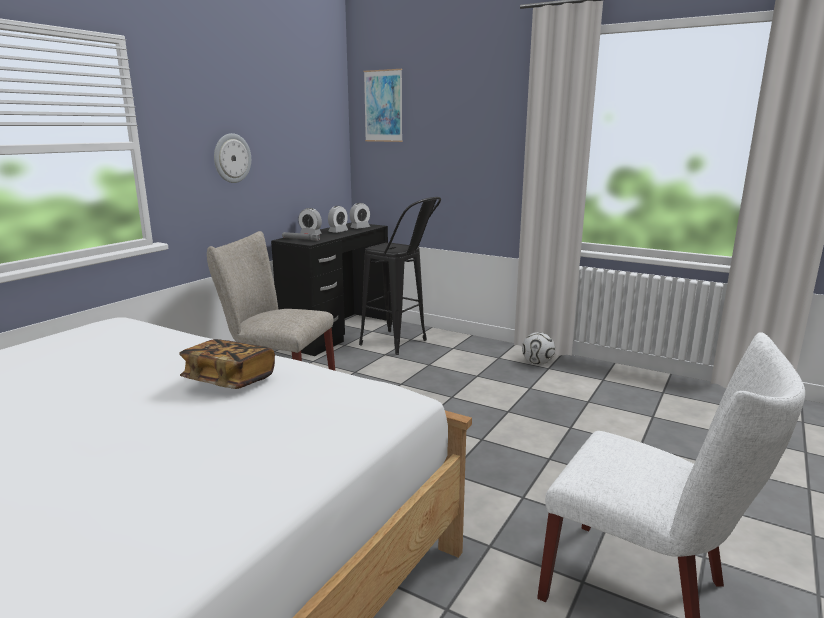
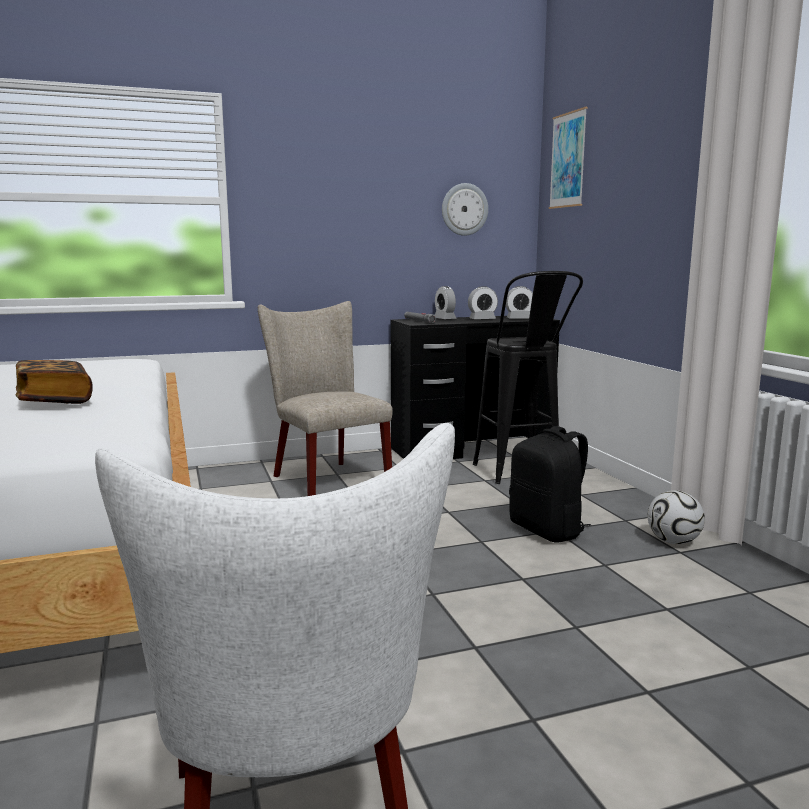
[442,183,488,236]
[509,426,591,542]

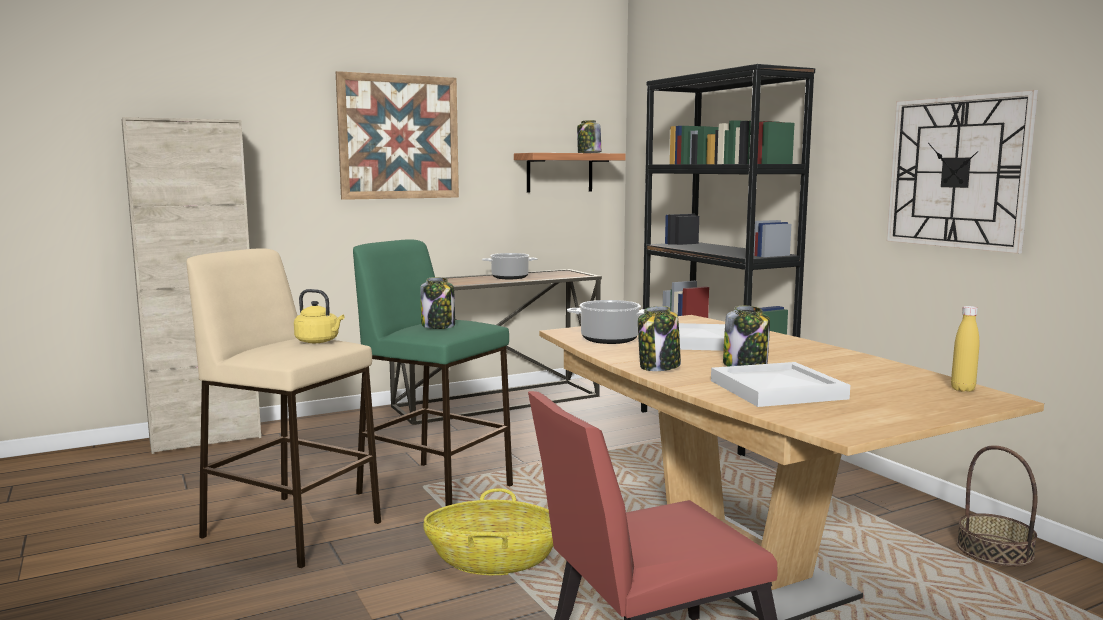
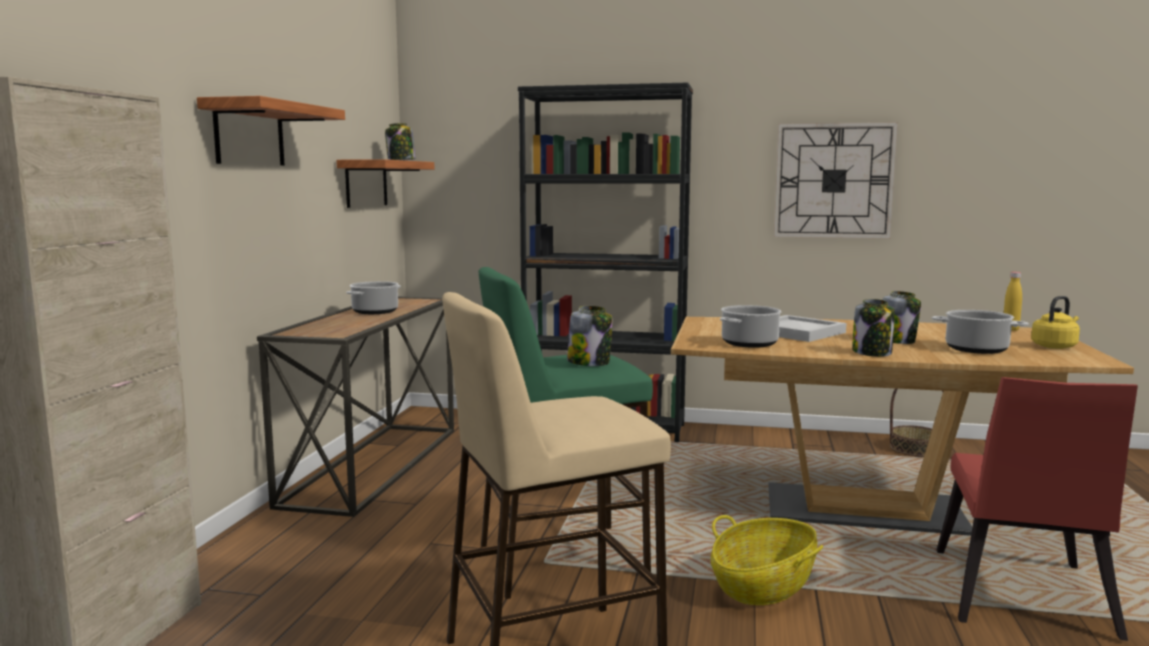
[1031,296,1080,349]
[197,96,345,166]
[931,310,1029,354]

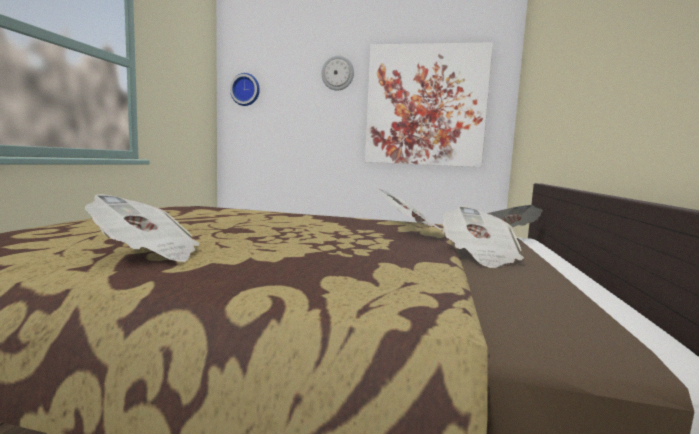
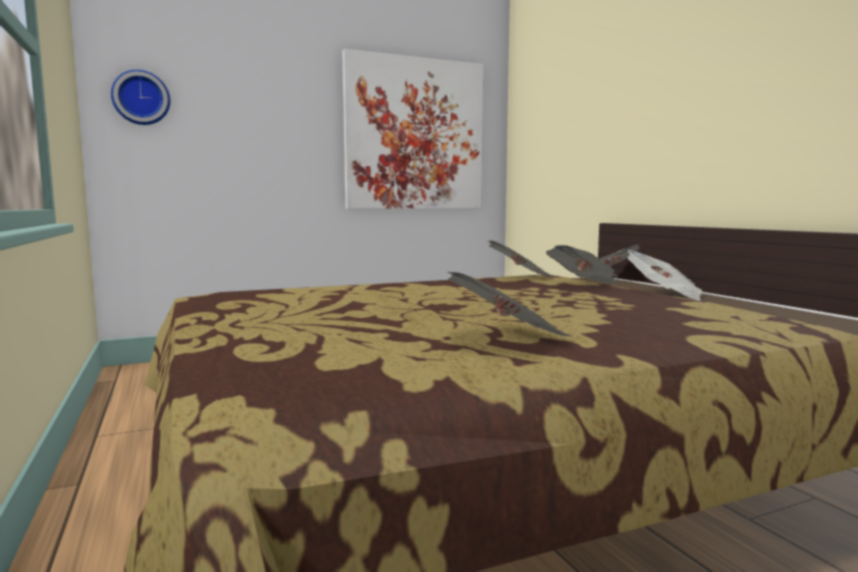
[321,55,354,91] (first image)

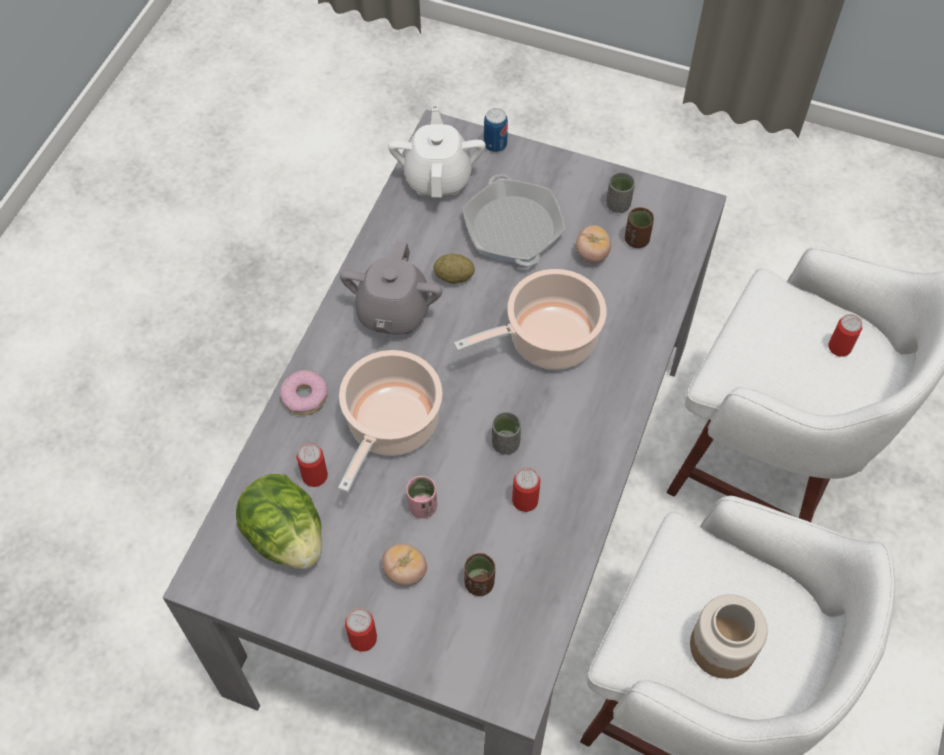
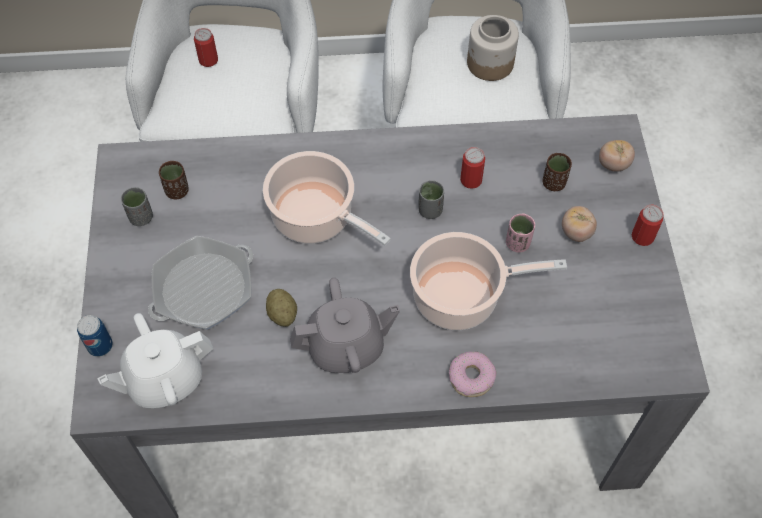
[236,474,322,569] (first image)
[297,443,328,487] (first image)
[599,140,635,172]

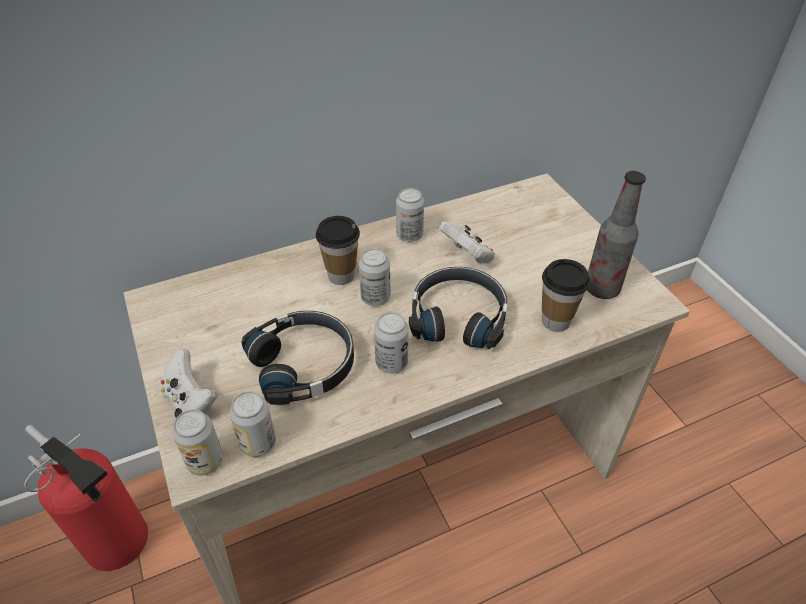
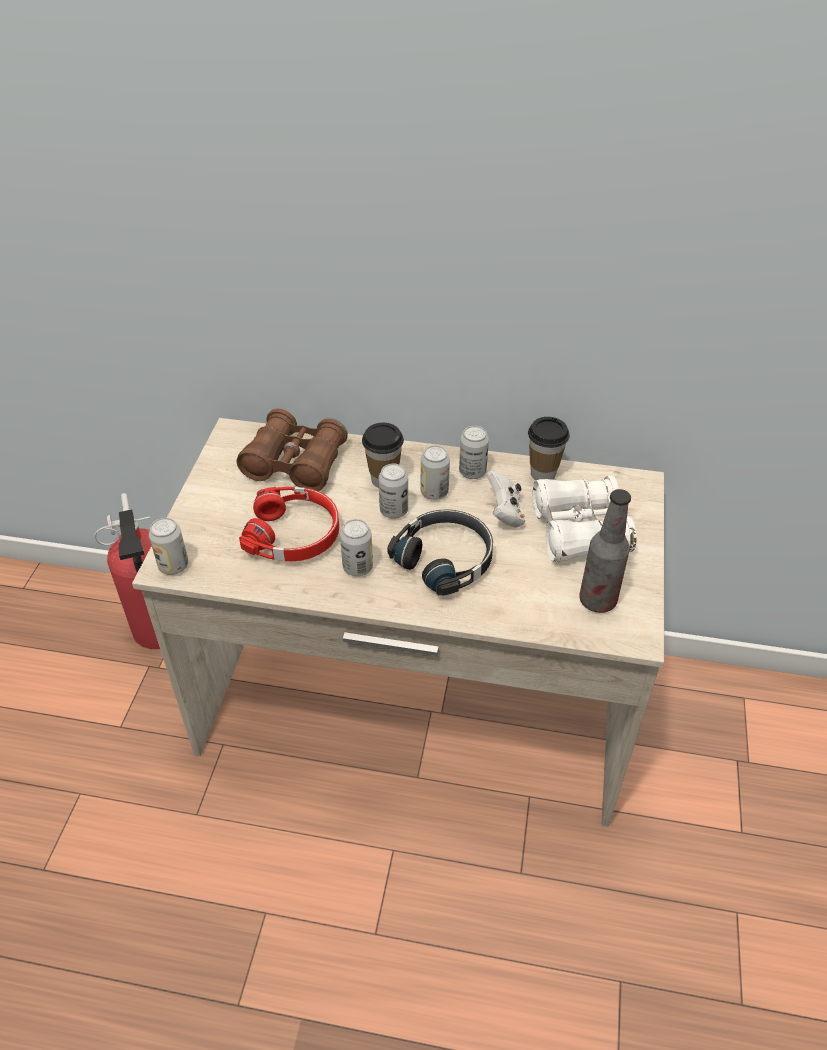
[159,349,218,418] (first image)
[421,445,450,500]
[239,487,339,561]
[528,417,569,480]
[237,409,348,491]
[533,475,636,562]

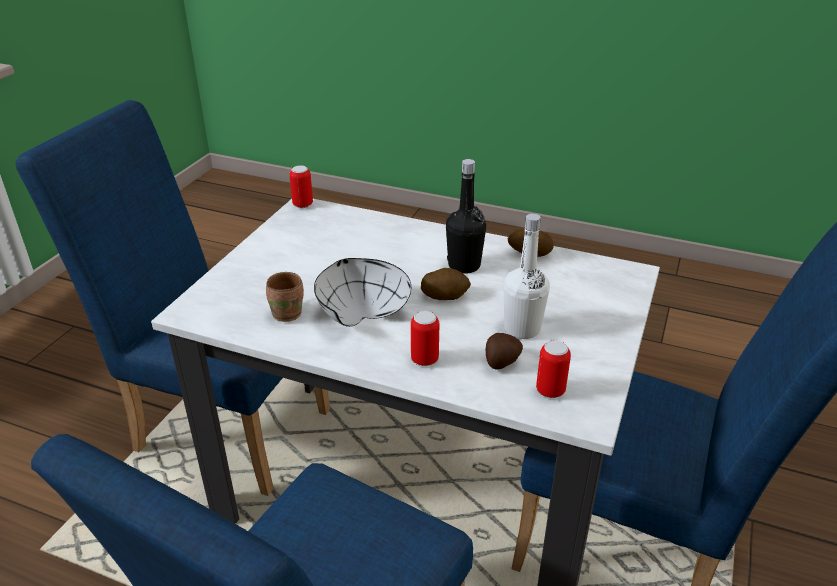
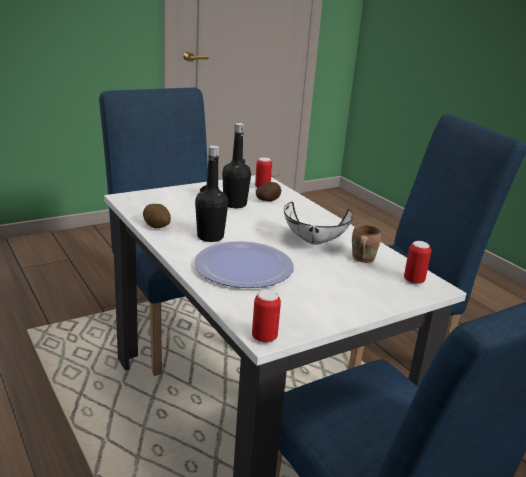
[404,241,431,284]
[421,268,471,300] (first image)
[222,123,251,208]
[194,241,294,288]

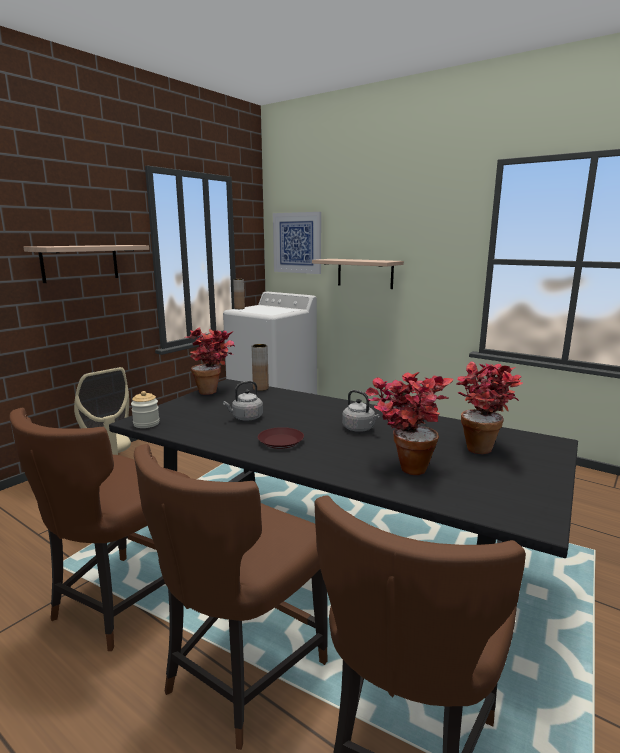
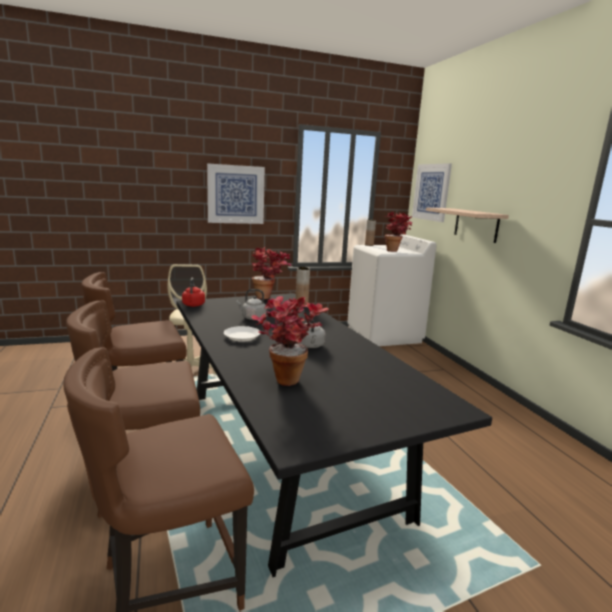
[207,163,265,224]
[182,277,205,307]
[224,326,261,342]
[384,211,412,252]

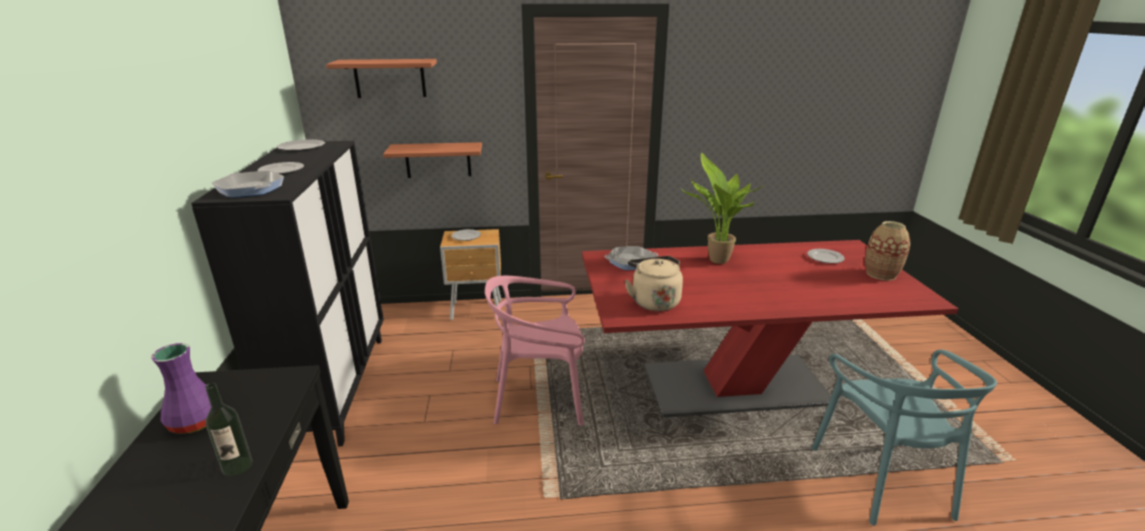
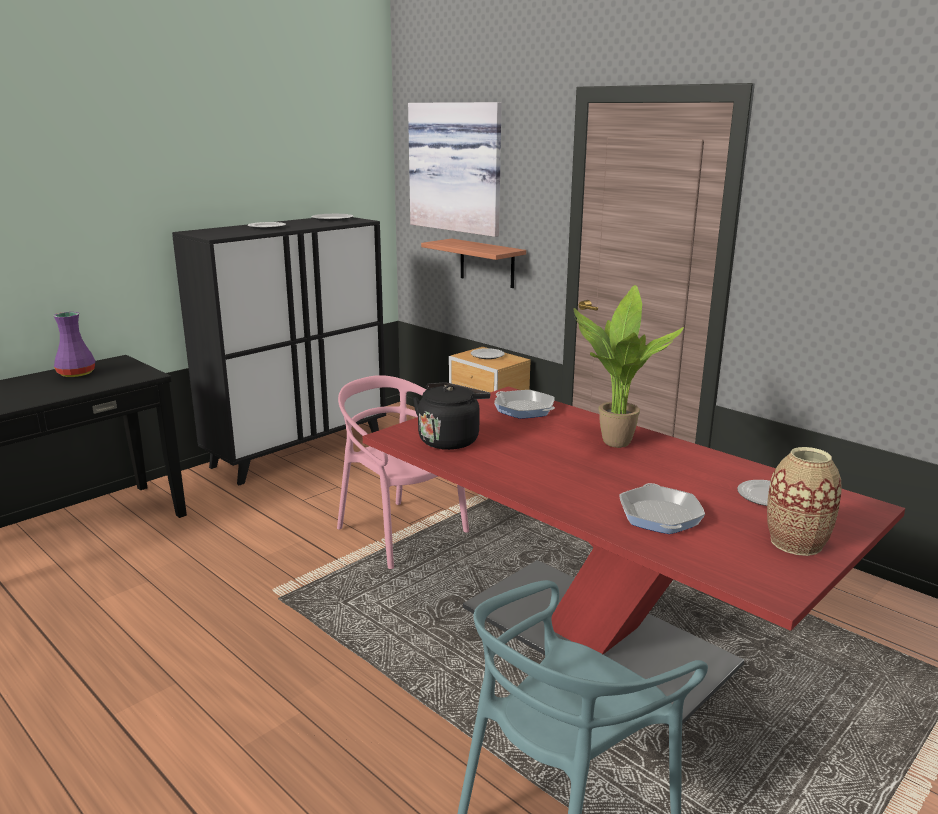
[205,383,253,477] (first image)
[619,483,705,534]
[408,102,502,237]
[413,382,490,450]

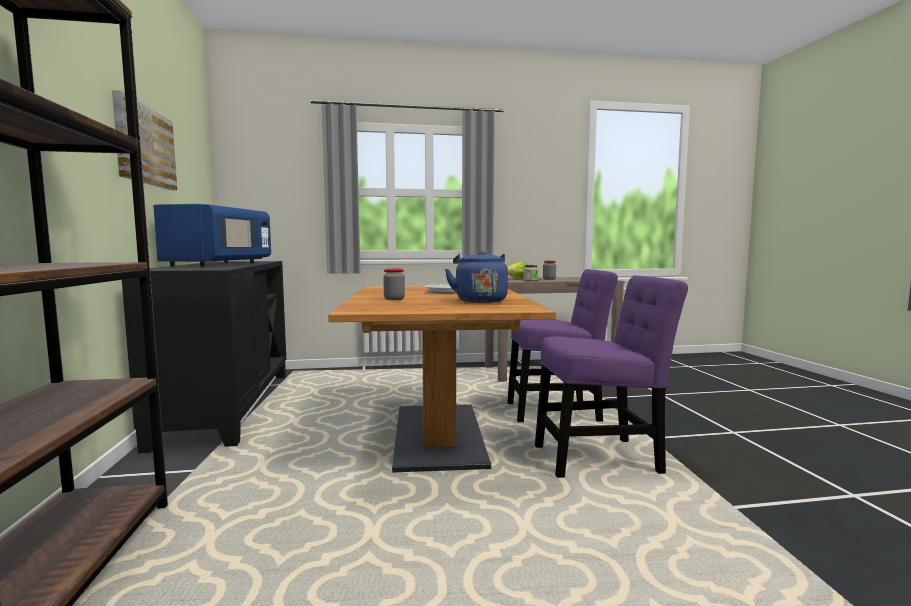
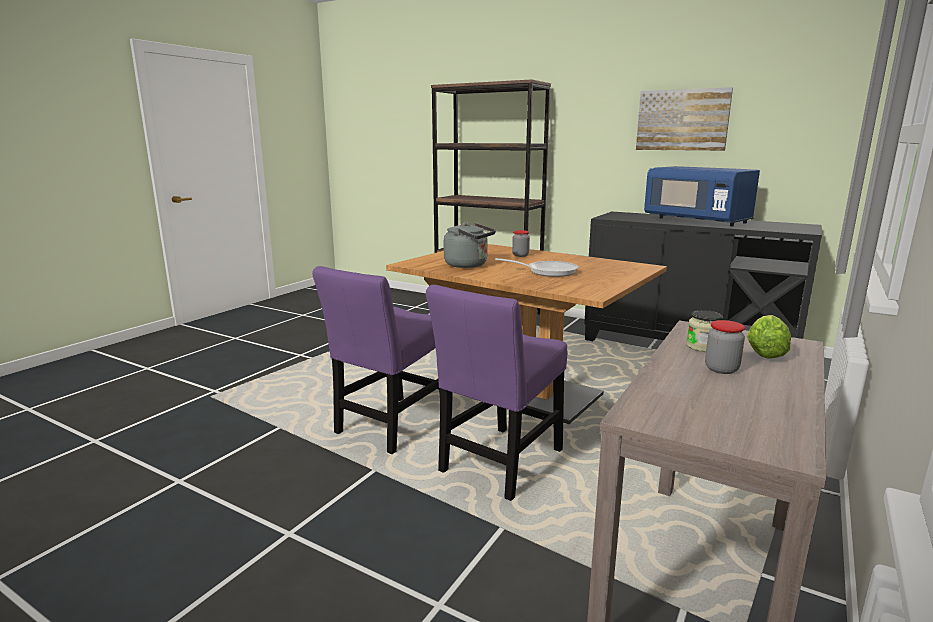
[444,222,496,268]

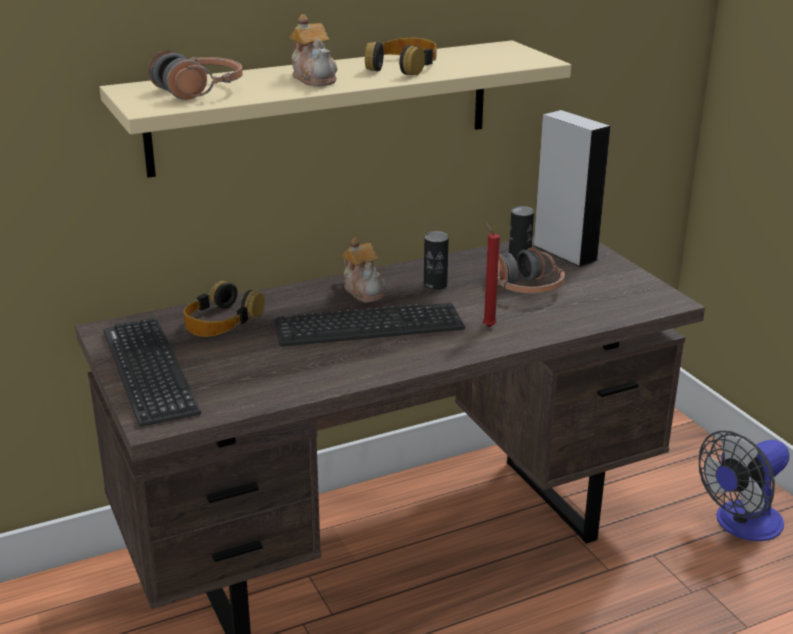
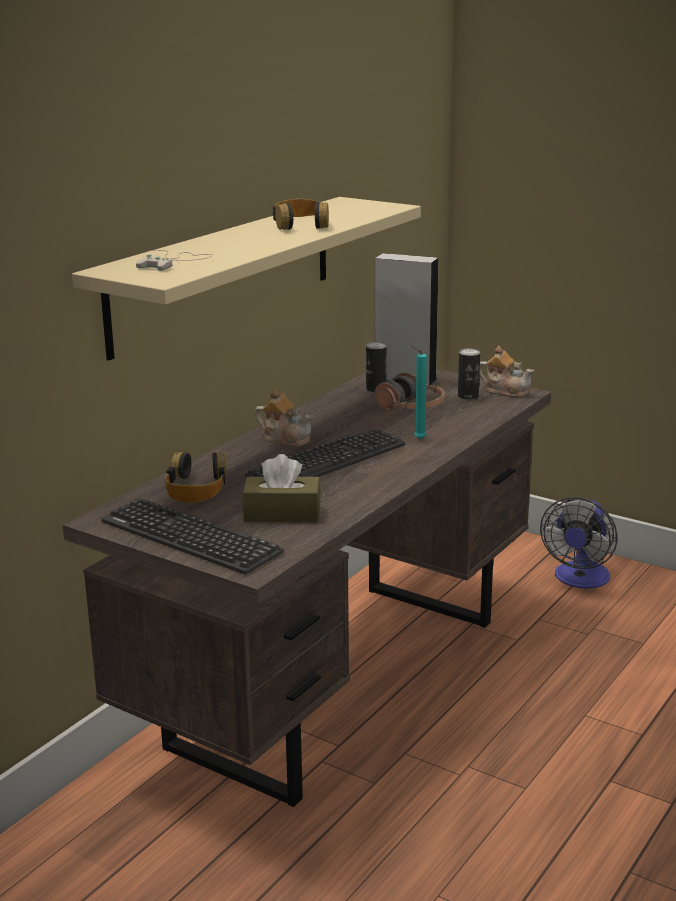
[136,250,213,271]
[480,346,534,397]
[458,348,480,400]
[411,345,427,439]
[242,454,321,523]

